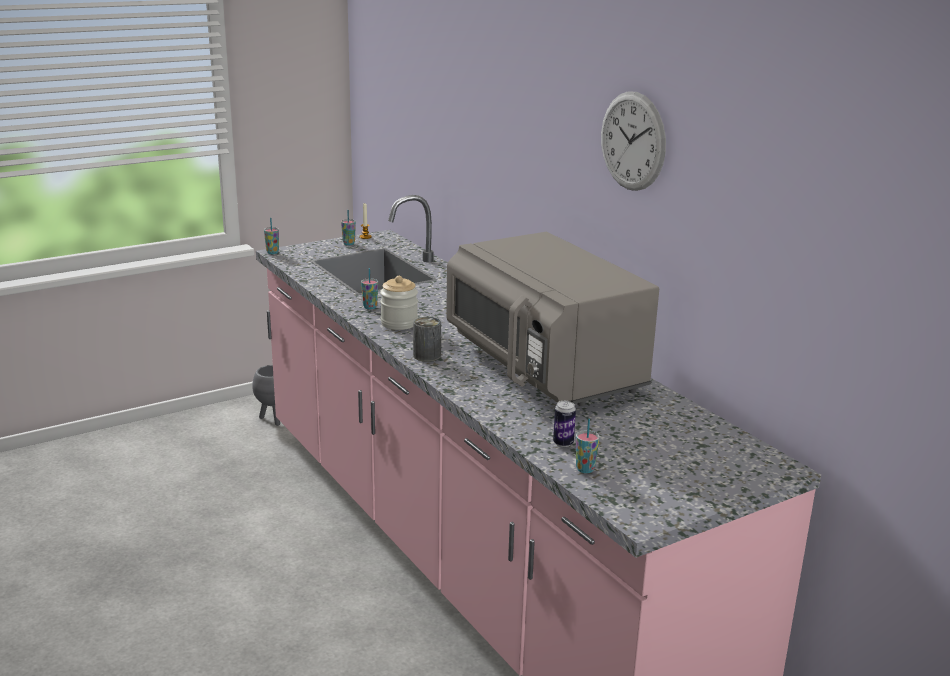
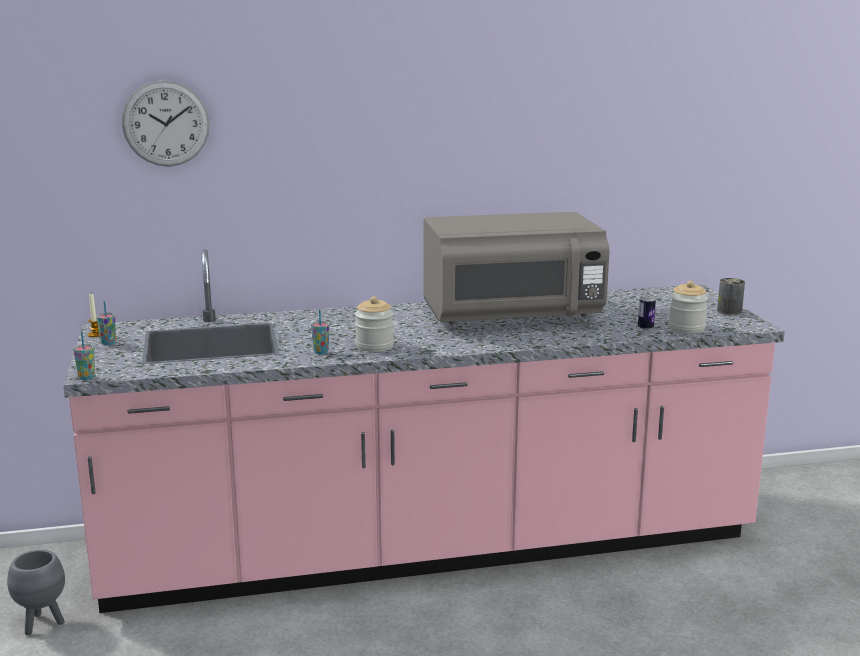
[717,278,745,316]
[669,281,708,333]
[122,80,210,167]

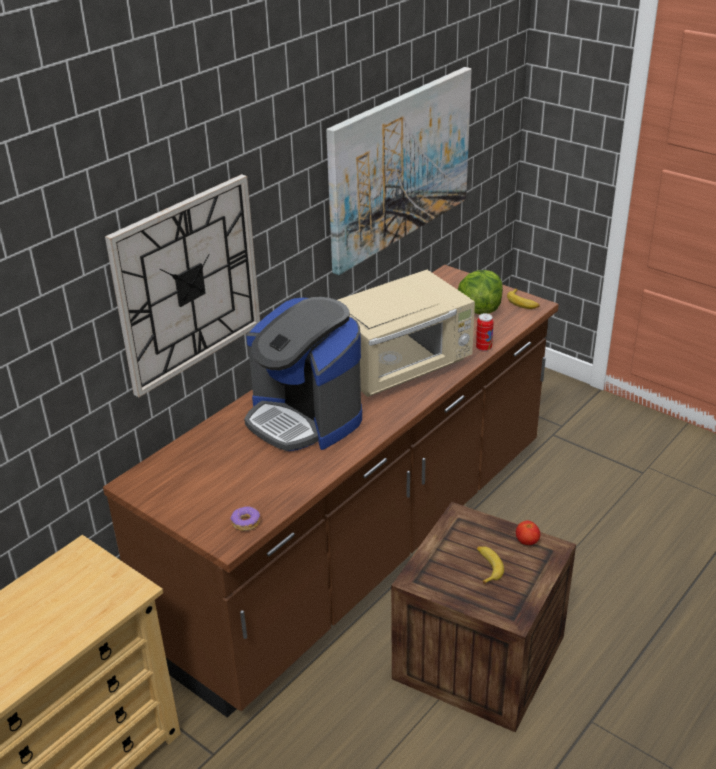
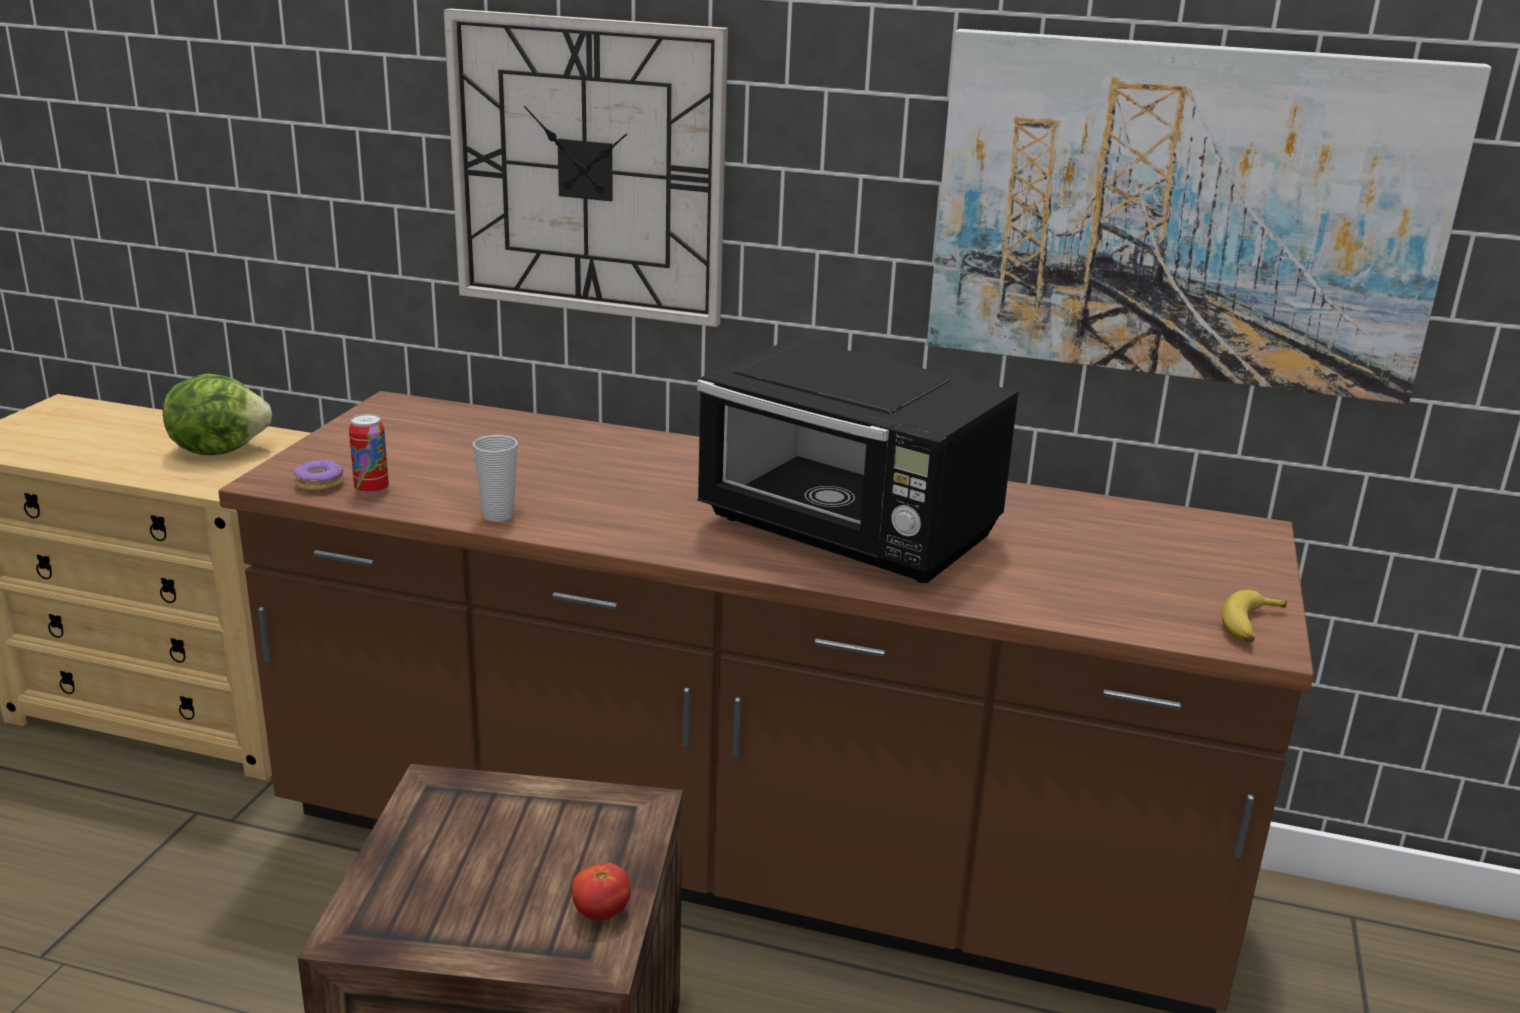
[244,297,362,451] (first image)
[697,337,1018,583]
[163,373,272,455]
[349,414,389,496]
[477,546,504,584] (first image)
[473,435,517,522]

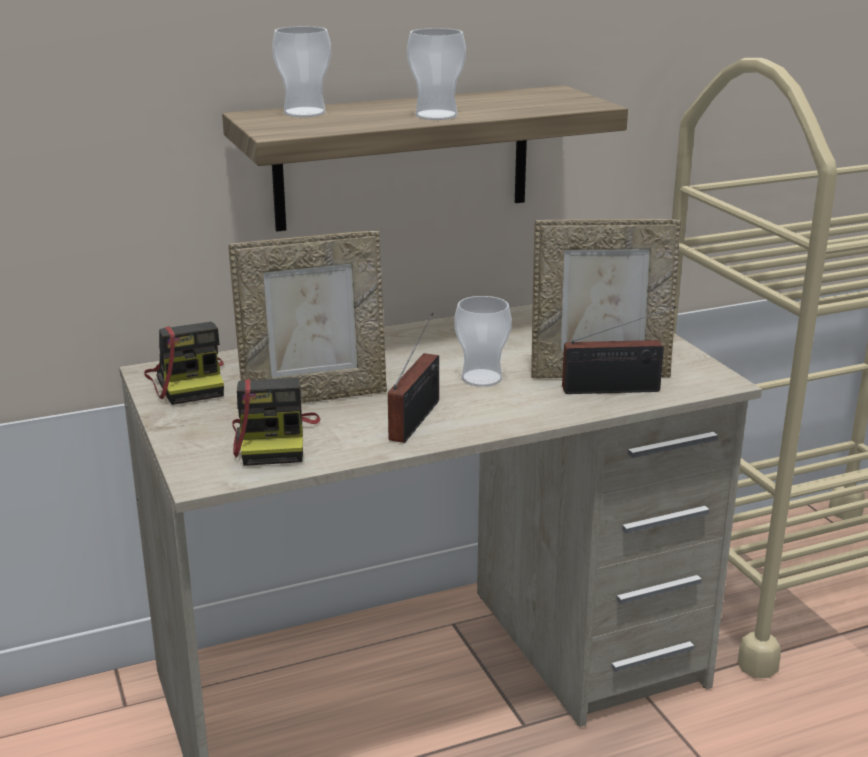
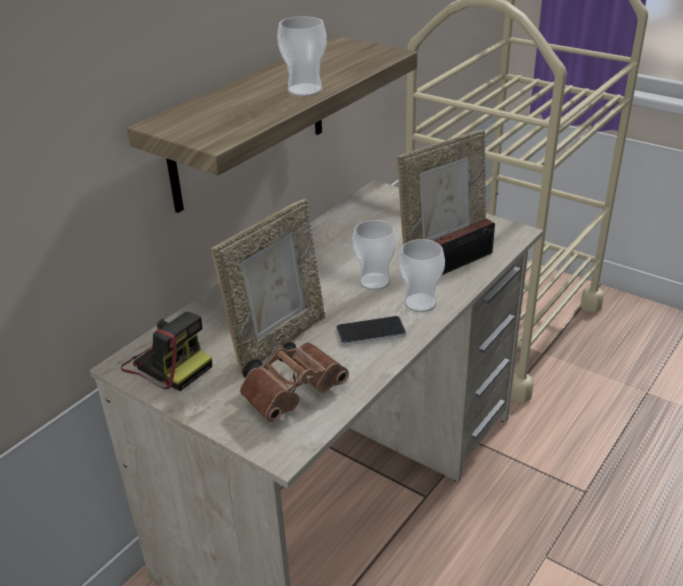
[240,342,349,422]
[399,239,445,313]
[336,316,406,345]

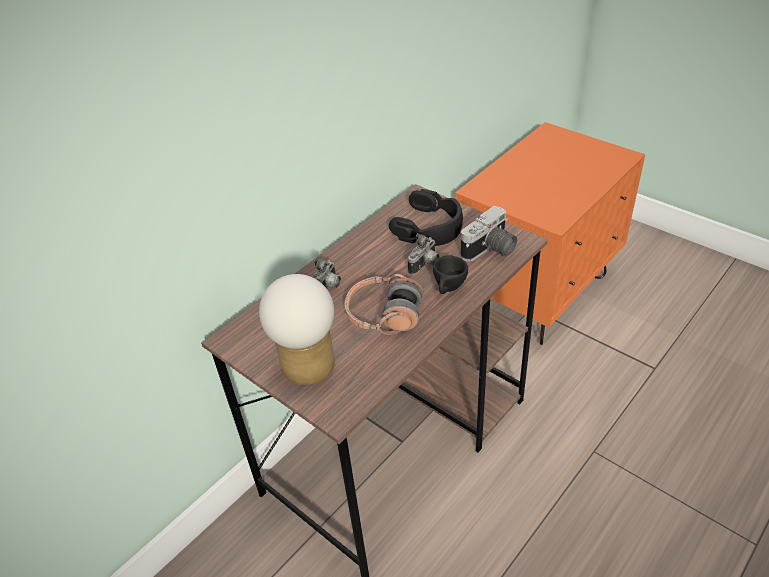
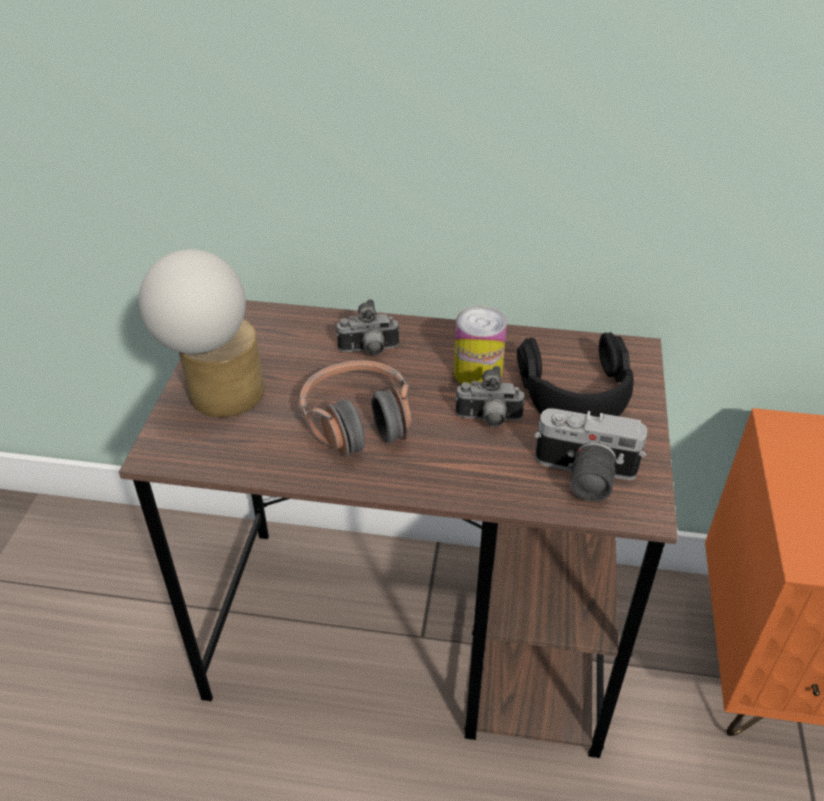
[433,255,468,294] (first image)
[454,306,507,385]

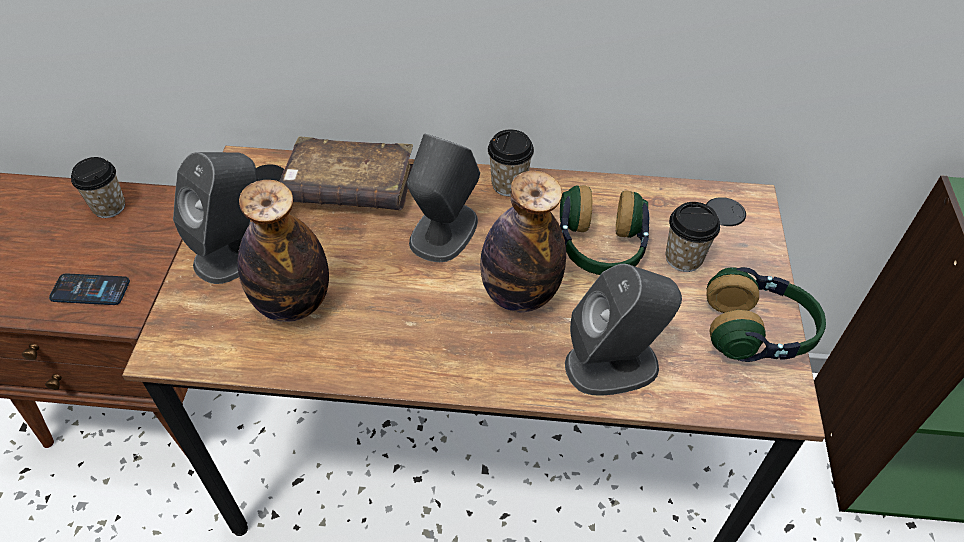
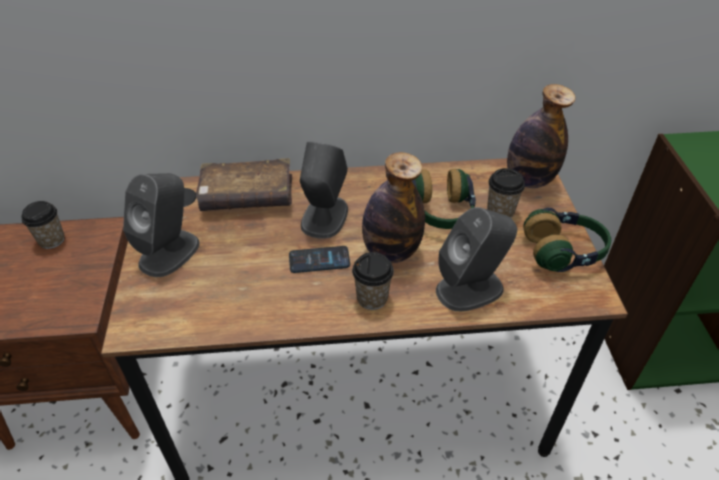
[289,246,350,273]
[507,84,575,188]
[352,252,394,310]

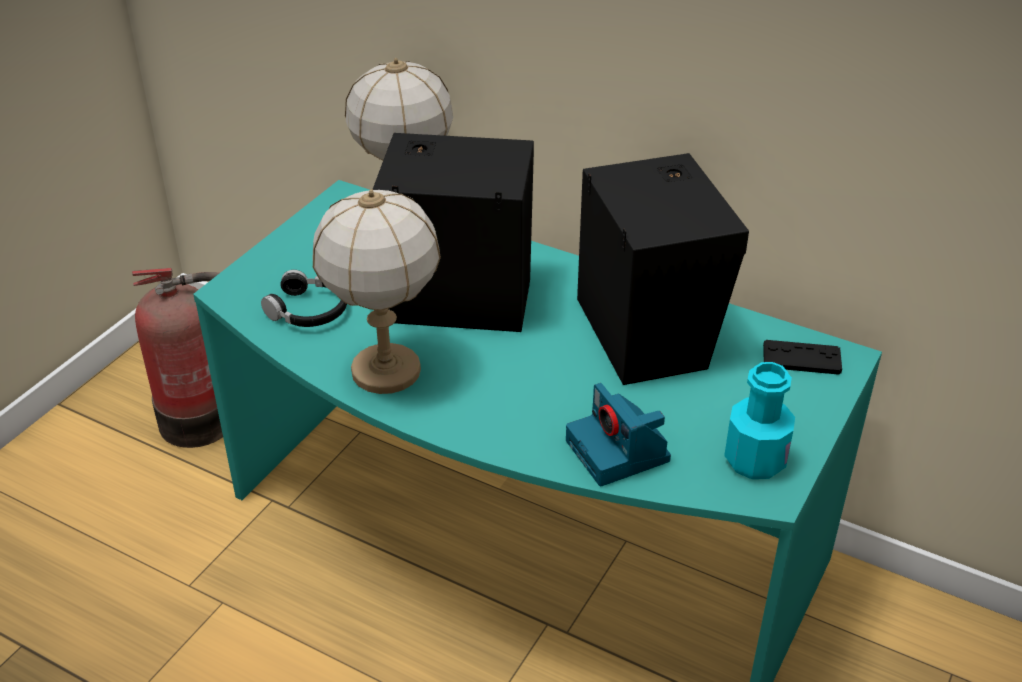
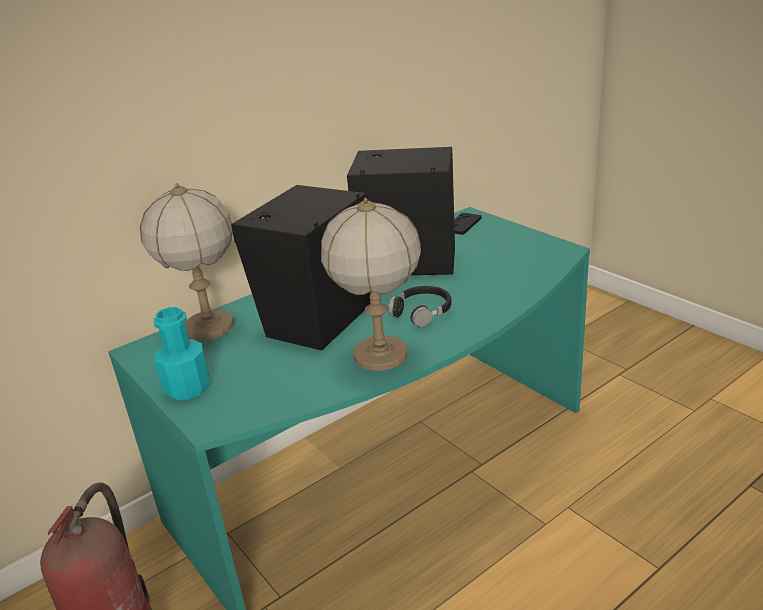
[389,286,452,327]
[566,383,671,486] (first image)
[154,307,210,400]

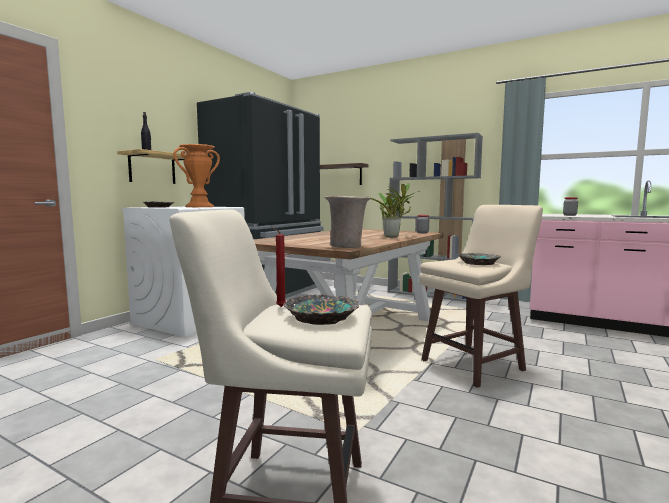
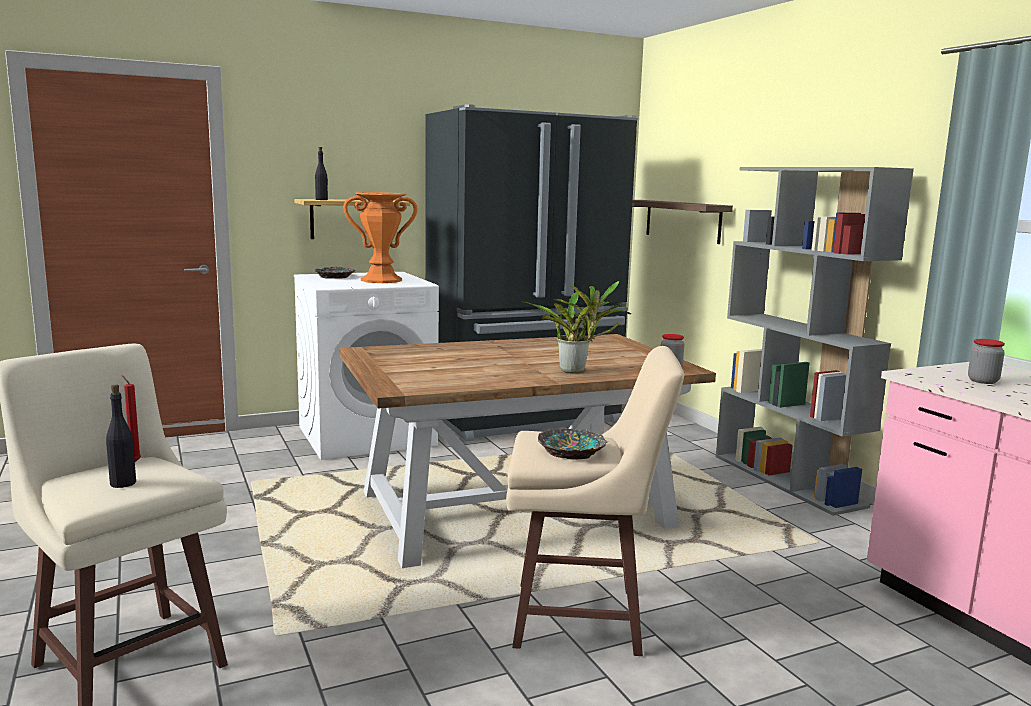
[106,385,136,488]
[324,196,371,248] (first image)

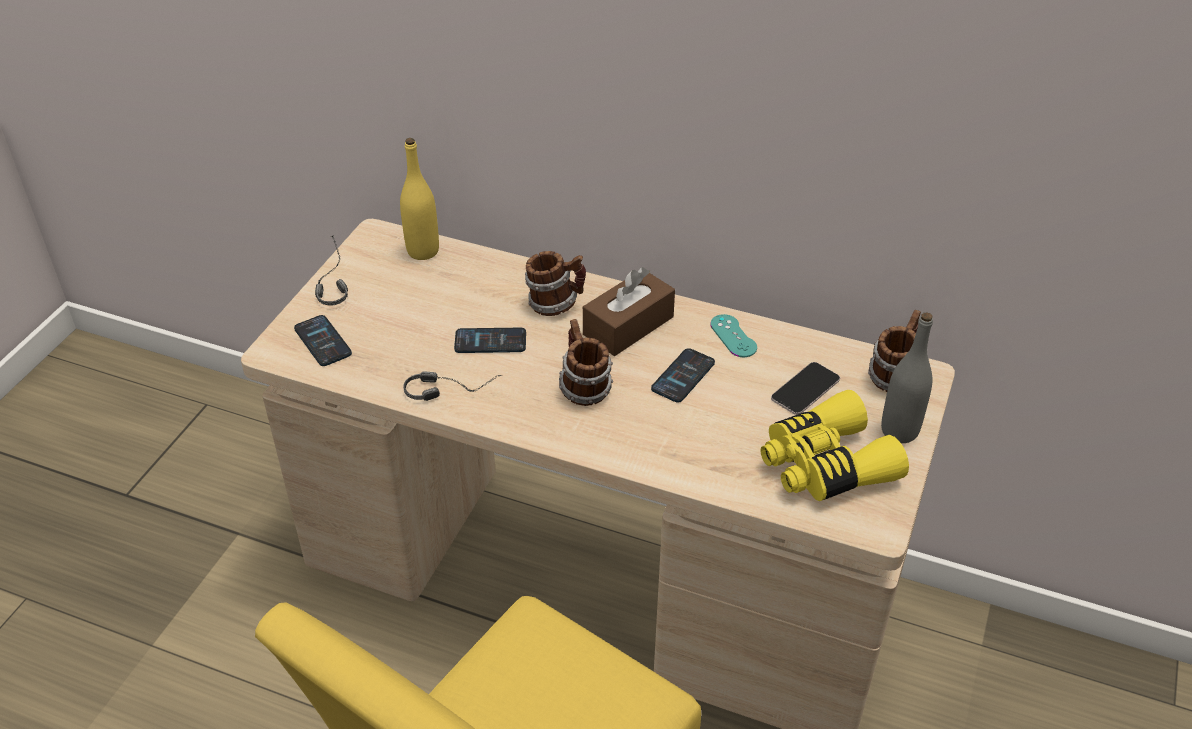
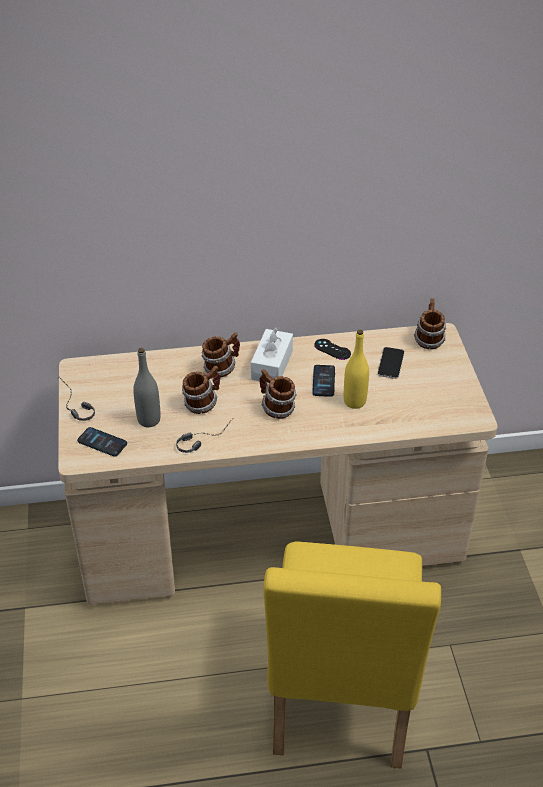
[344,330,369,409]
[182,366,220,414]
[251,327,293,383]
[314,339,351,360]
[760,390,909,501] (first image)
[133,348,161,427]

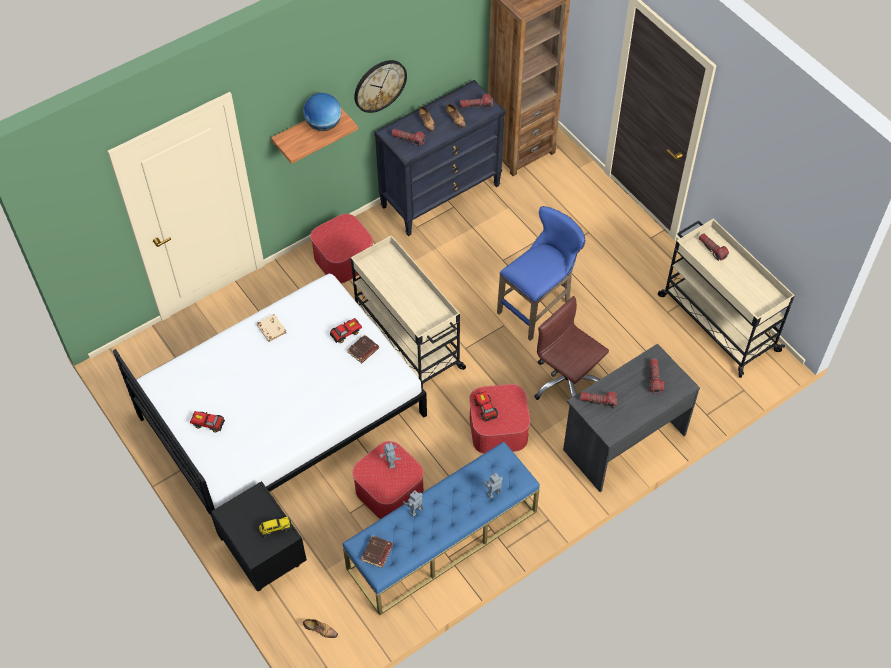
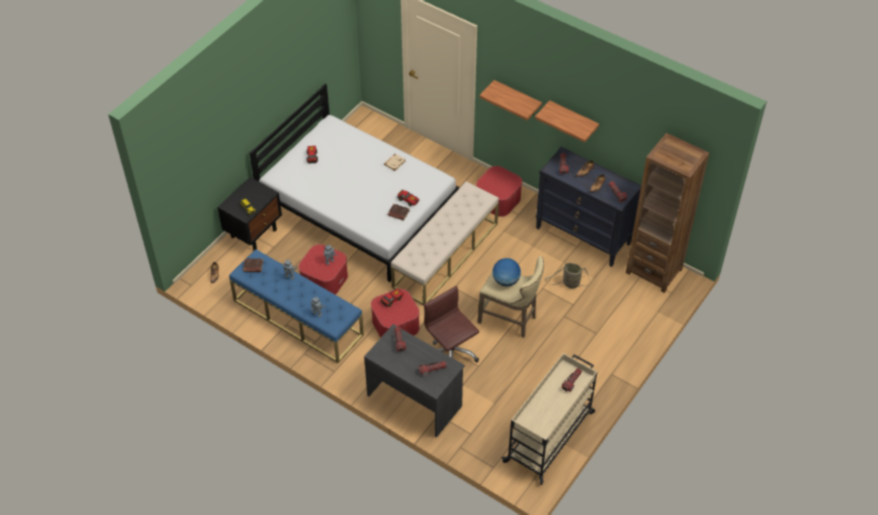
[493,258,521,287]
[391,181,499,305]
[535,100,599,142]
[478,256,544,338]
[424,286,479,362]
[545,263,590,288]

